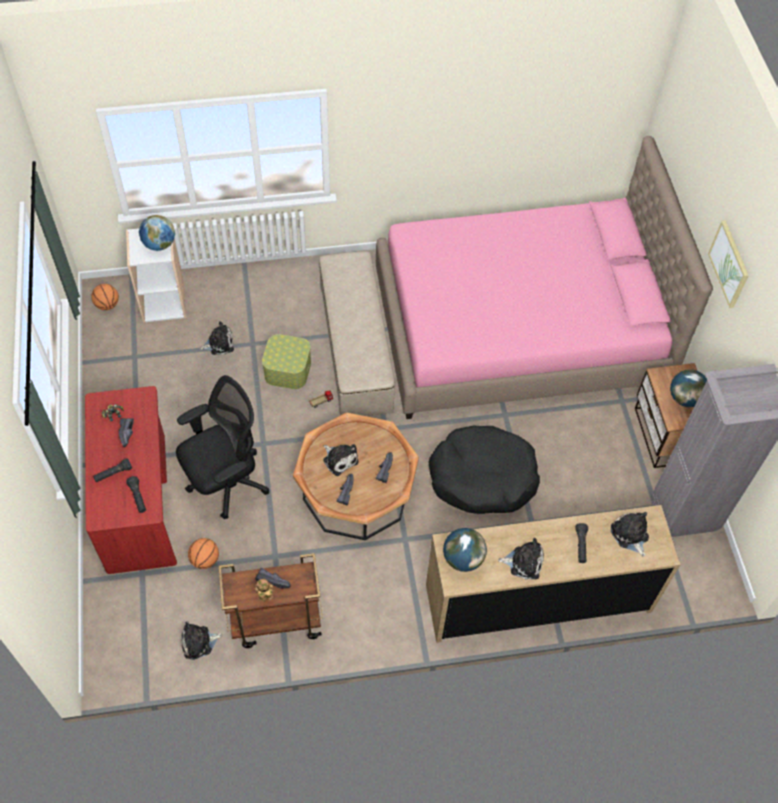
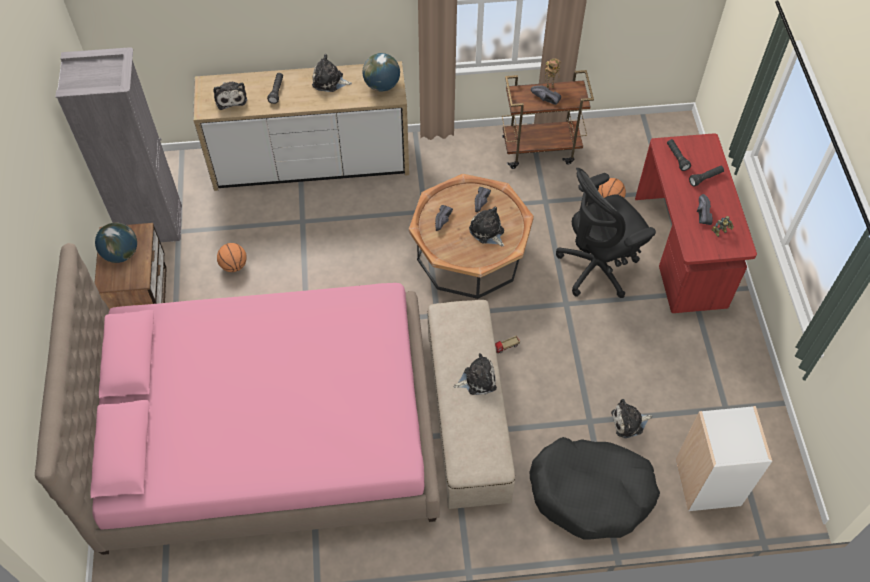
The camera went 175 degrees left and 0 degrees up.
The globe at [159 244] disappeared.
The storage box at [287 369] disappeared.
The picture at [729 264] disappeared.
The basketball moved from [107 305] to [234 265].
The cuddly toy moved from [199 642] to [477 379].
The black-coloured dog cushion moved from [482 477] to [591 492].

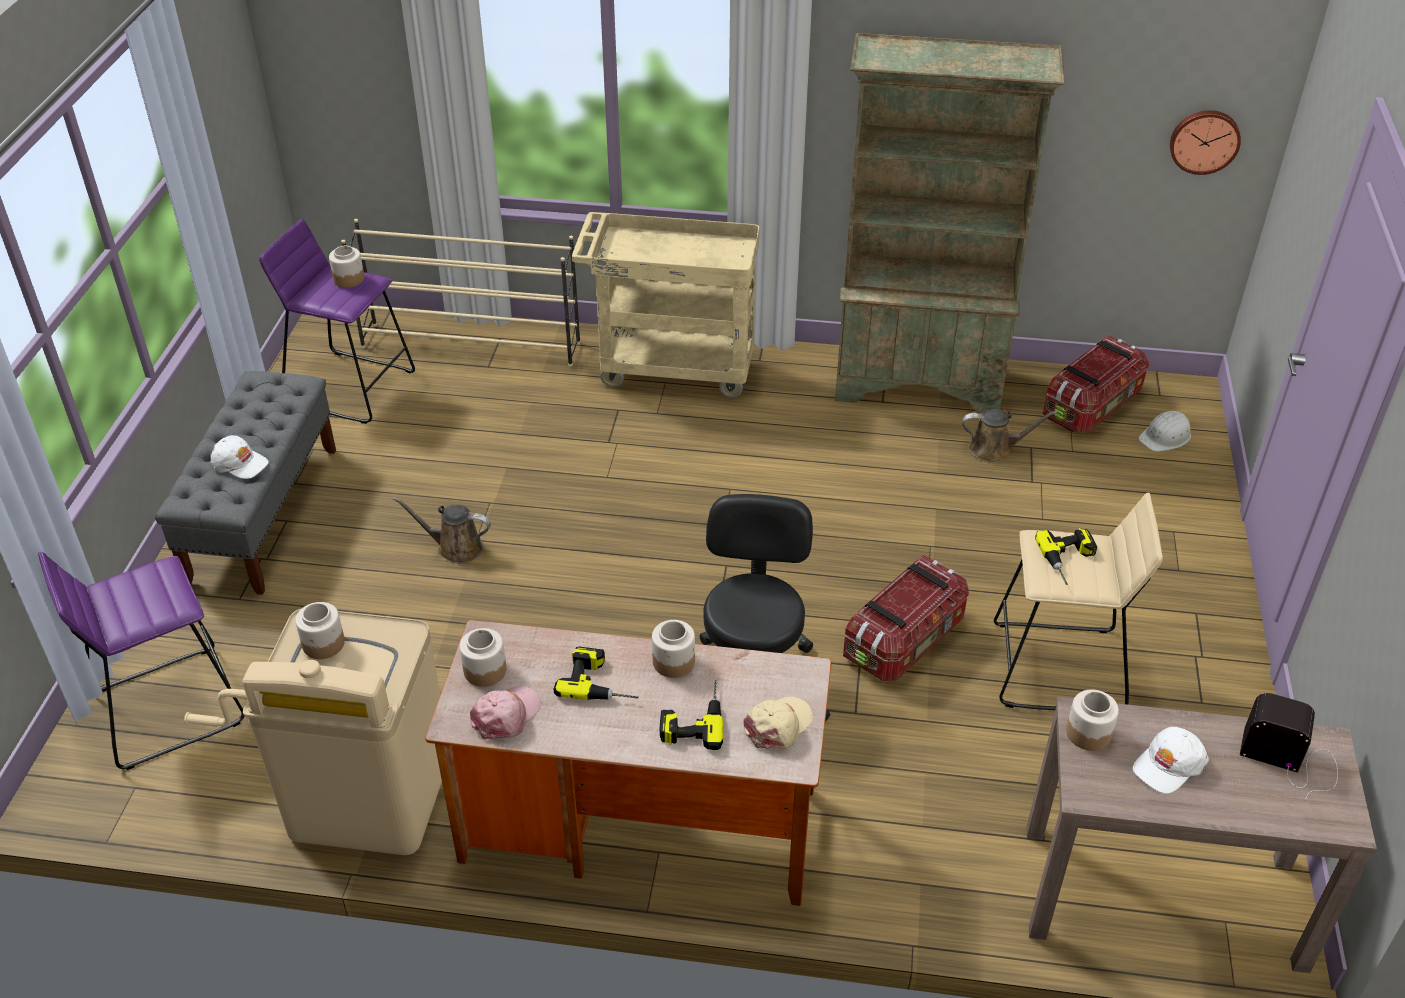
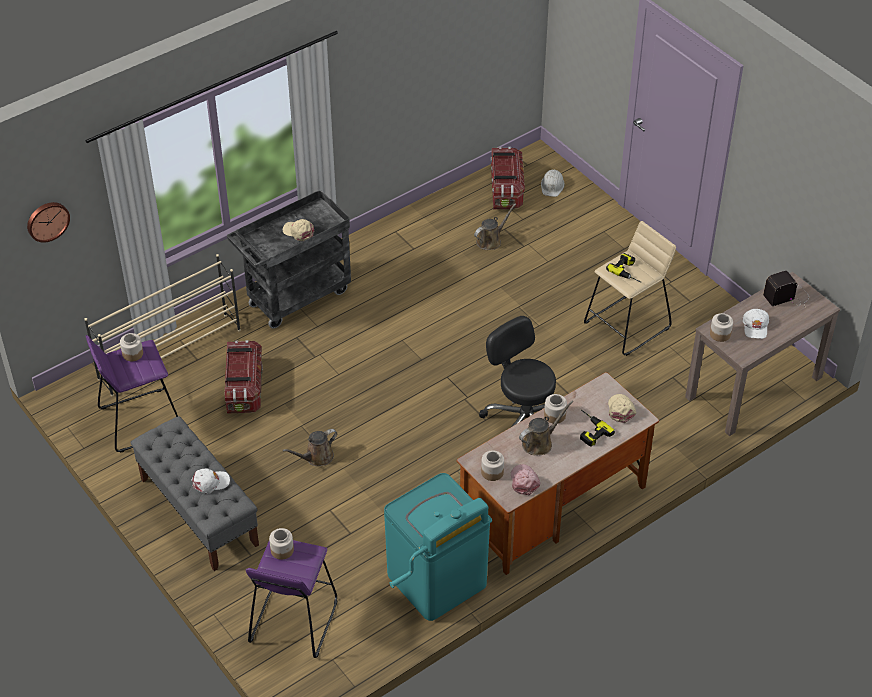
The camera went 45 degrees left and 5 degrees up.
The greenish bookshelf at [918 383] disappeared.
The beige baseball cap at [299 232] appeared.
The jar moved from [323 644] to [282 550].
The storage box moved from [905 640] to [244 388].
The clock on the wall moved from [1204 140] to [47 220].
The electric drill at [601 681] was replaced by the brown watering pot at [539 442].
The beige washing machine at [366 798] became the turquoise washing machine at [435 583].
The beige trolley at [669 373] became the black-coloured trolley at [295 301].

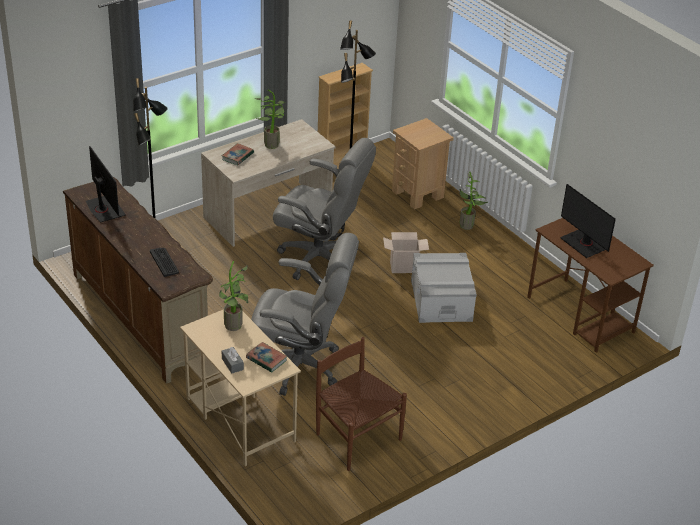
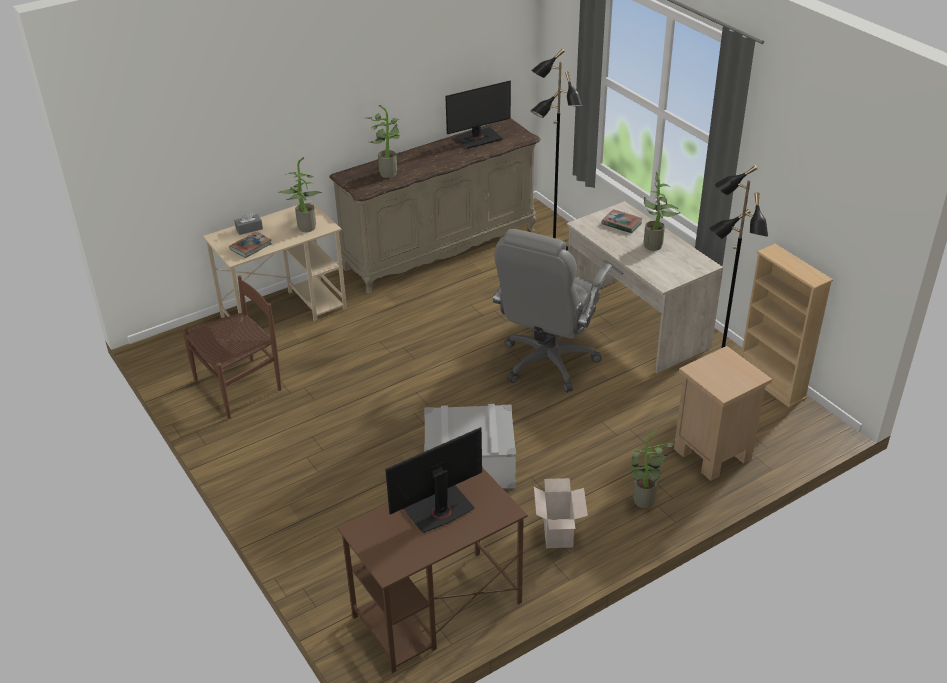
The camera went 95 degrees right and 0 degrees up.
The greyish computer chair at [301 367] disappeared.
The cardboard box moved from [404 266] to [559 534].
The computer keyboard at [164 262] was replaced by the potted plant at [388 172].

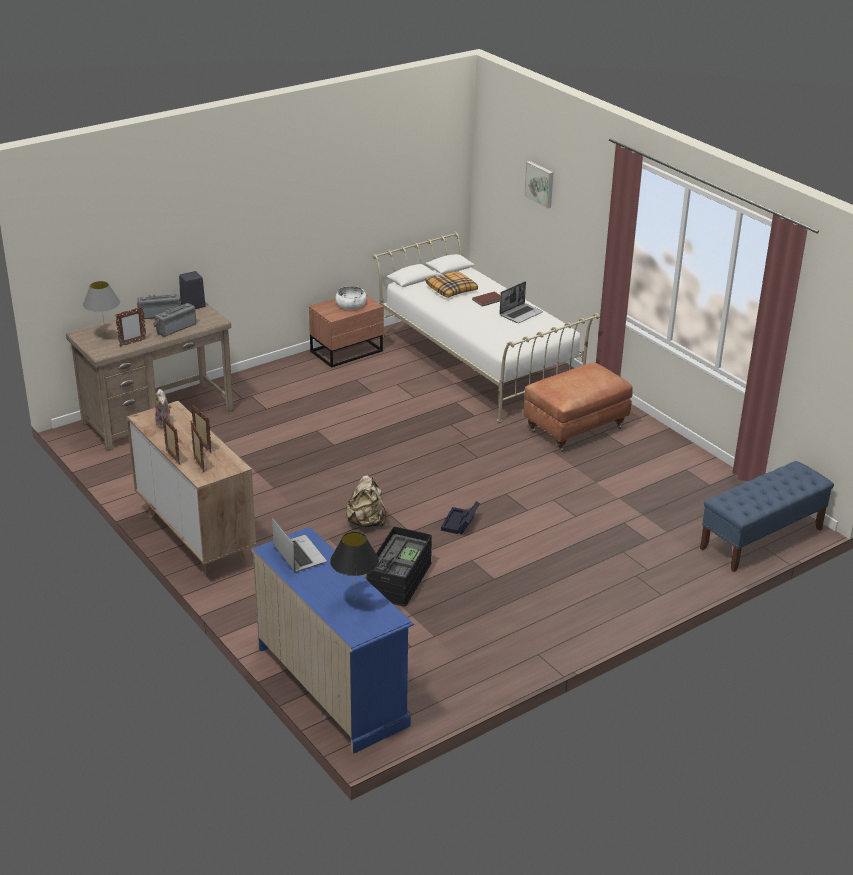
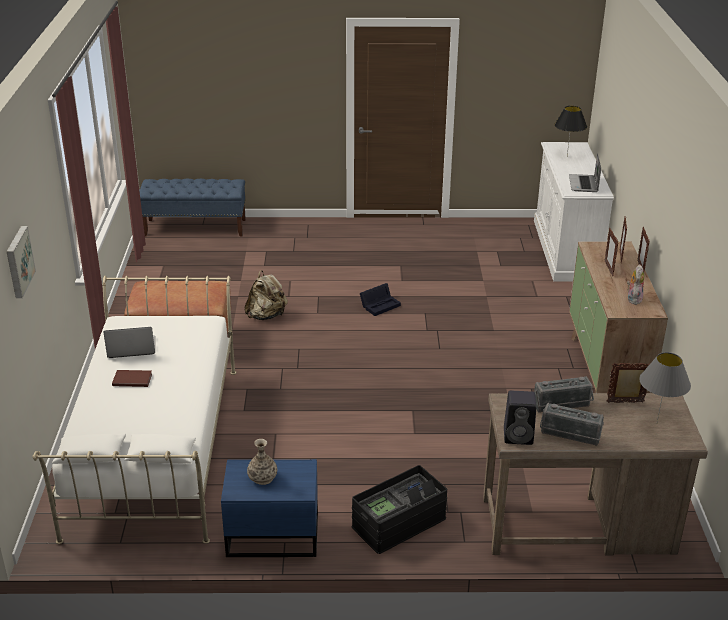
The camera went 145 degrees left and 0 degrees up.
The throw pillow at [451 290] disappeared.
The beige rucksack moved from [366 522] to [266 316].
The black-coloured storage box moved from [400 579] to [398 522].
The whitish serving bowl at [350 305] was replaced by the decorative vase at [263 478].
The blue storage cabinet at [331 685] became the whitish storage cabinet at [565 250].
The brown night table at [348 351] became the blue night table at [271 534].

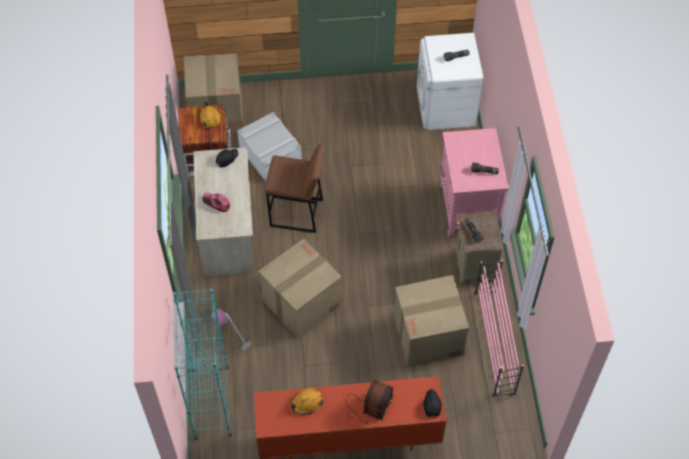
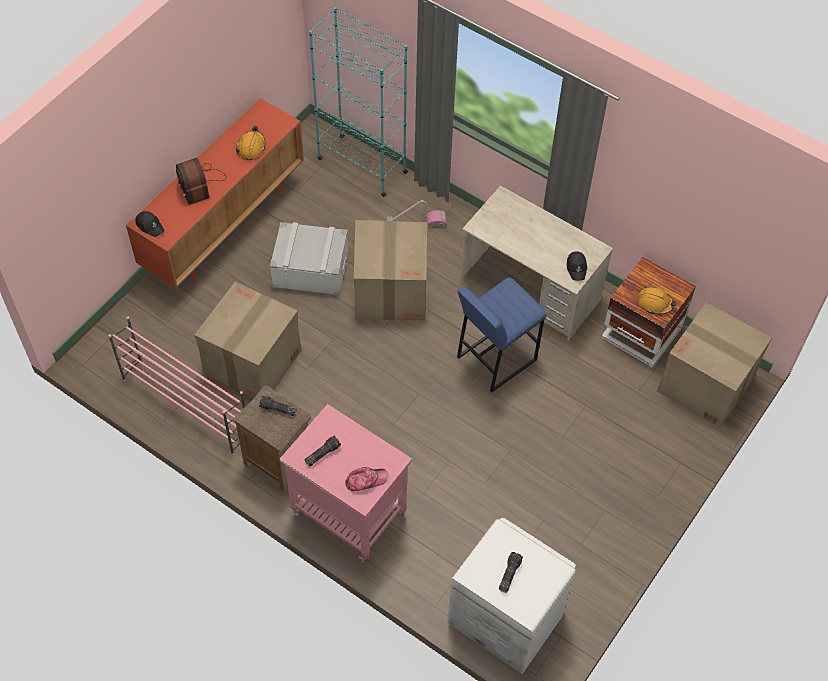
The camera went 130 degrees right and 0 degrees up.
The baseball cap moved from [216 203] to [366 480].
The greyish storage box moved from [270 155] to [311 269].
The brown sitting stool at [298 213] became the blue sitting stool at [495 359].

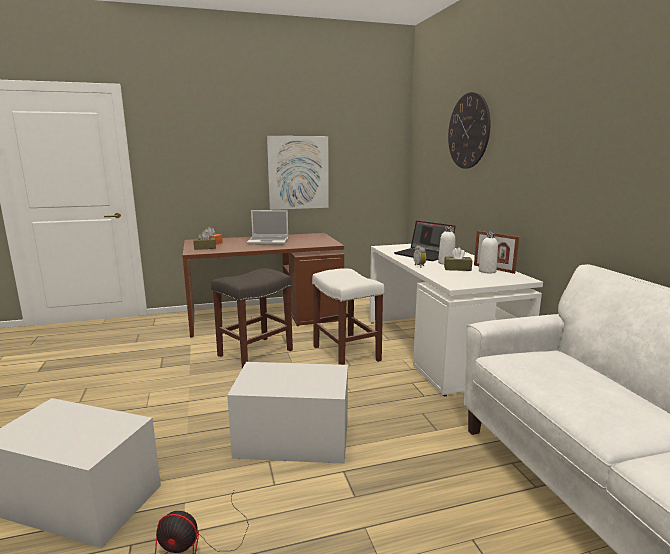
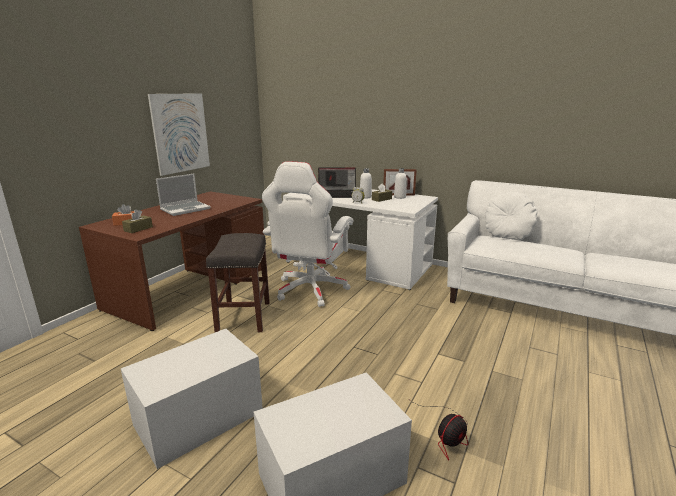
The camera went 45 degrees left and 5 degrees up.
The clock on the wall at [468 131] disappeared.
The whitish throw pillow at [507 237] appeared.
The whitish storage box moved from [292 439] to [198 418].
The whitish sitting stool at [345 353] was replaced by the whitish computer chair at [311 289].

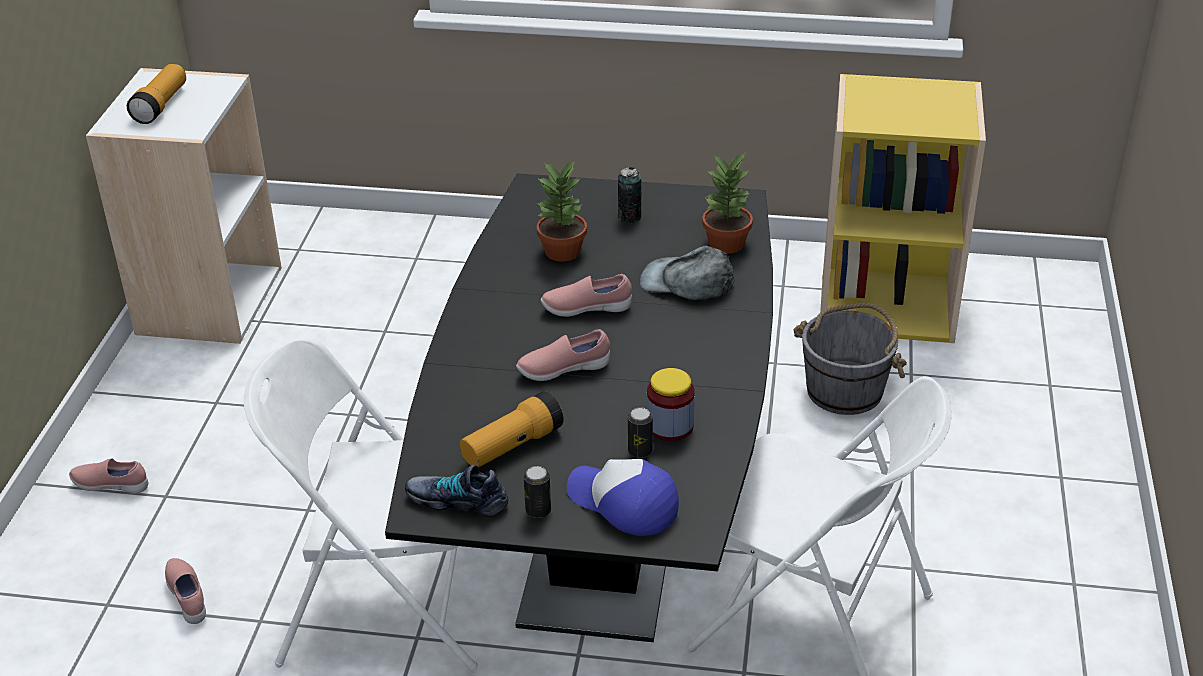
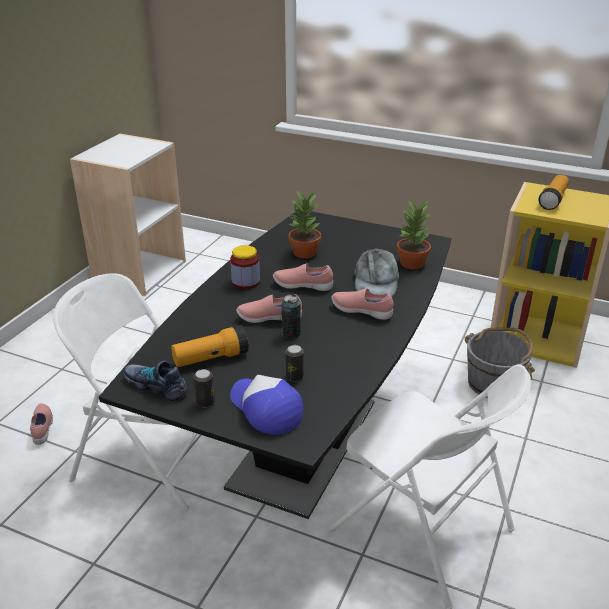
The camera went 15 degrees right and 5 degrees down.
The pink item of footwear moved from [111 485] to [362 311].
The flashlight moved from [161 105] to [553 200].
The can moved from [629 217] to [291 334].
The jar moved from [670 426] to [245 282].
The greyish baseball cap at [687 283] turned 120 degrees counterclockwise.

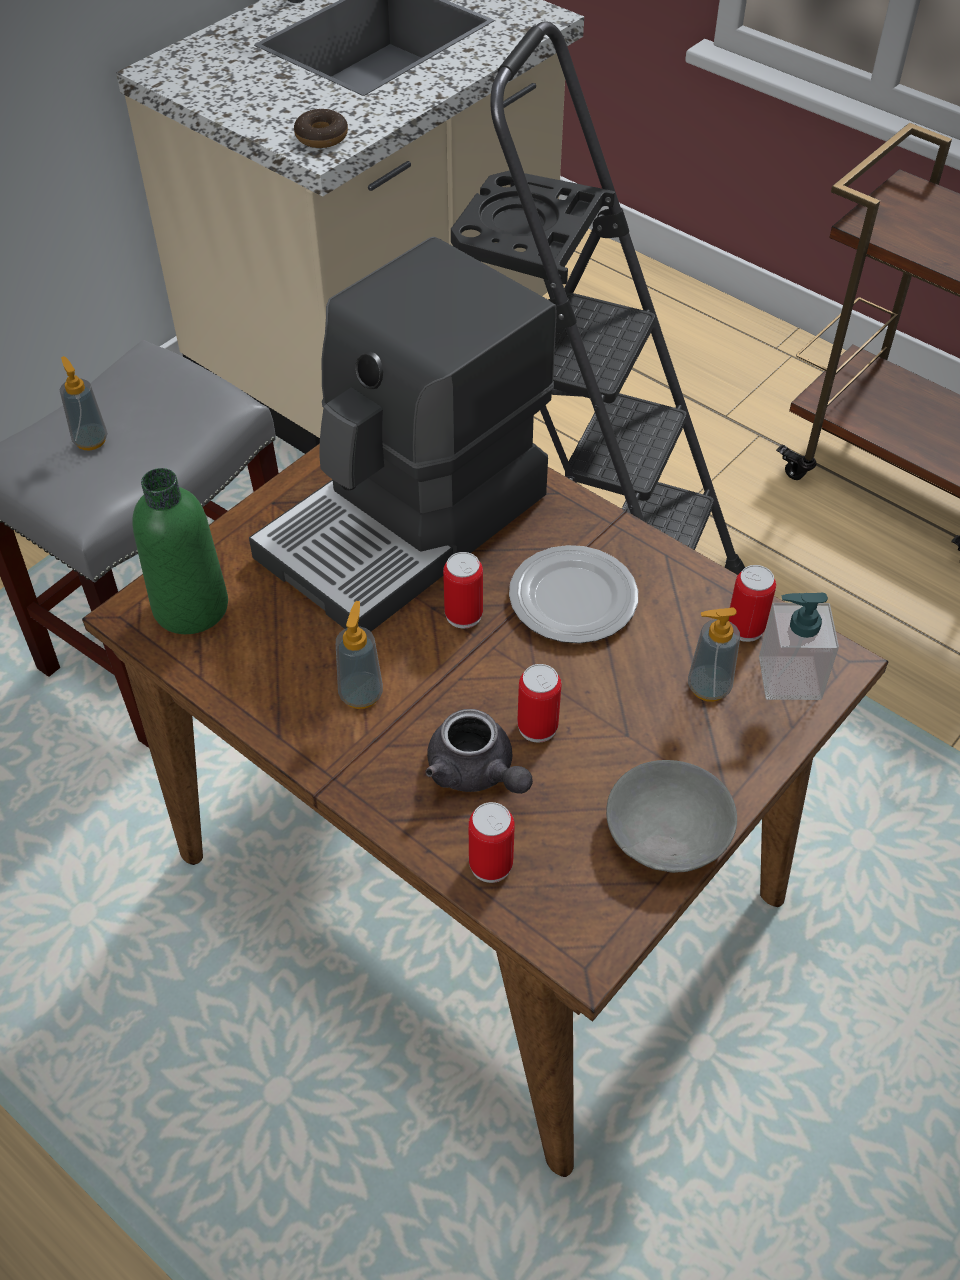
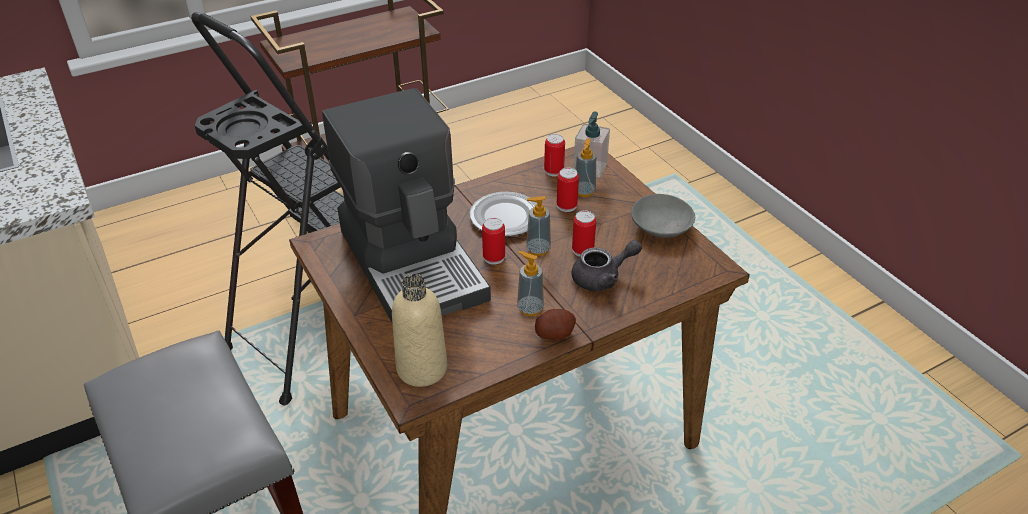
The camera went 70 degrees left and 10 degrees down.
The ring doughnut at [321 137] disappeared.
The potato at [554 333] appeared.
The soap bottle moved from [90 440] to [538 249].
The can moved from [491 864] to [566 206].
The greenish beverage bottle at [191 607] became the beige beverage bottle at [422 368].

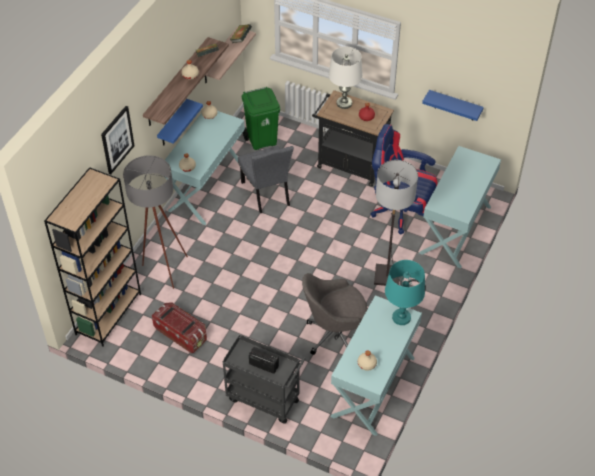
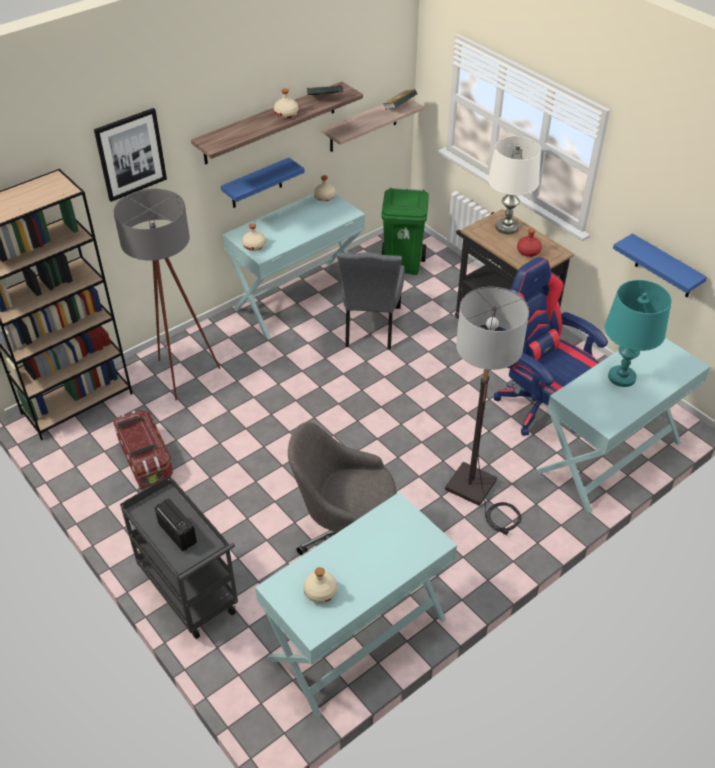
The camera went 25 degrees right and 5 degrees down.
The turquoise table lamp moved from [401 317] to [622 377].

